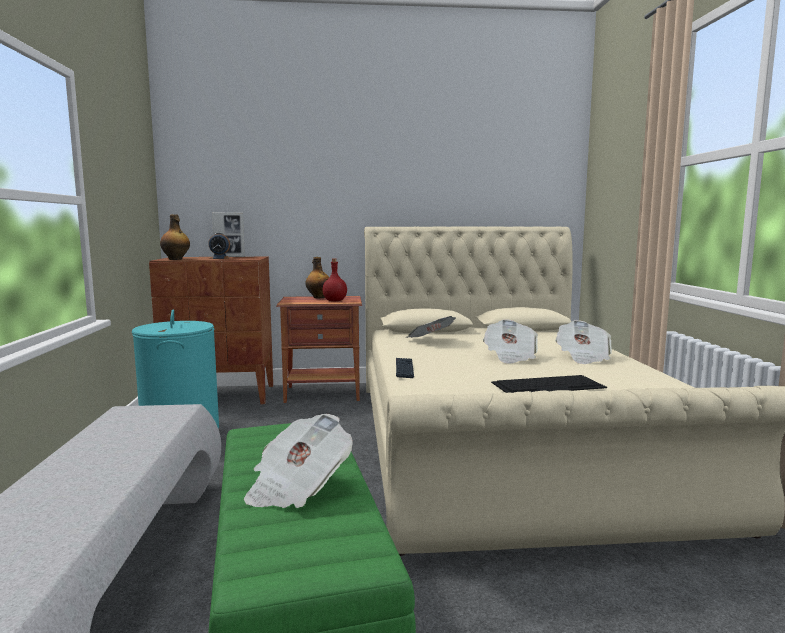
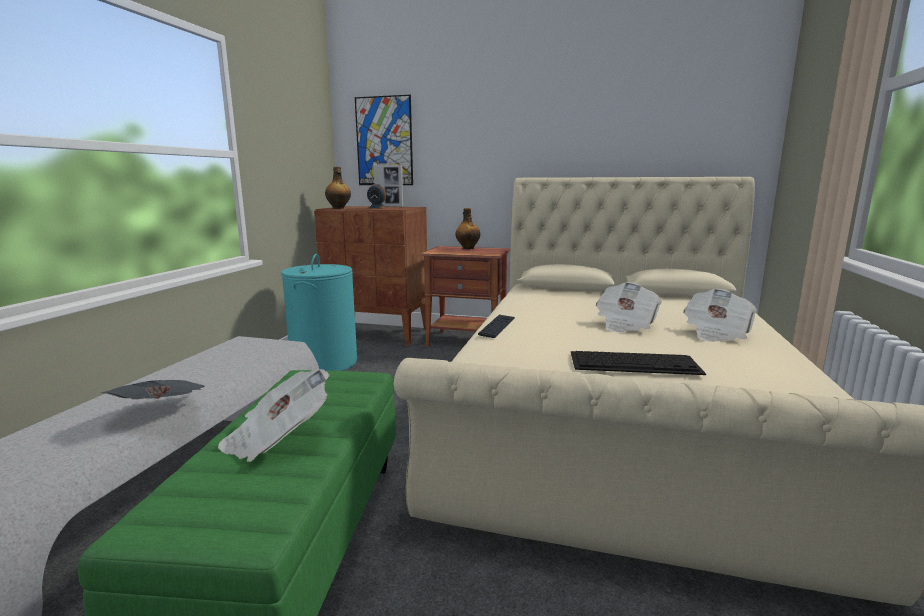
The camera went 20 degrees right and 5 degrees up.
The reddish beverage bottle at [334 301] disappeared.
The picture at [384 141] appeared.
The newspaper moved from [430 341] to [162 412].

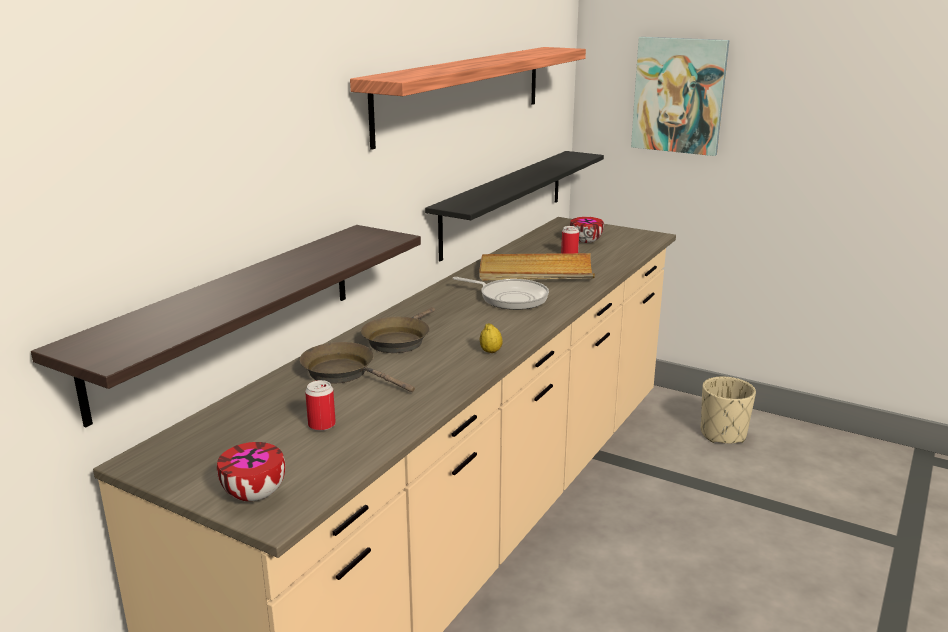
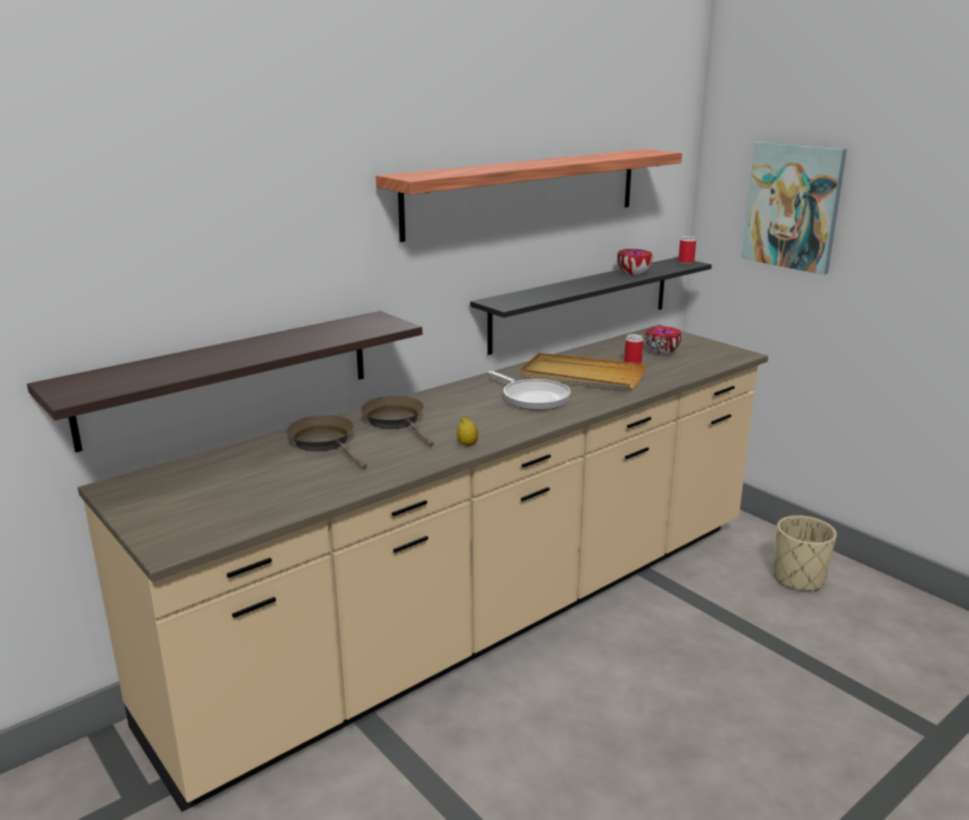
The camera went 20 degrees right and 0 degrees up.
The serving bowl moved from [254 495] to [633 274].
The can moved from [322 425] to [686 262].
The brown skillet at [398 340] turned 105 degrees clockwise.

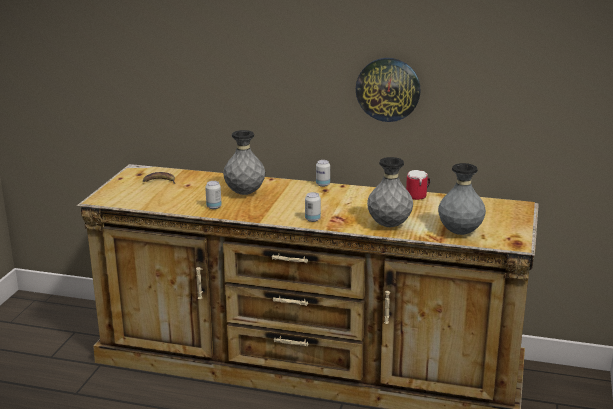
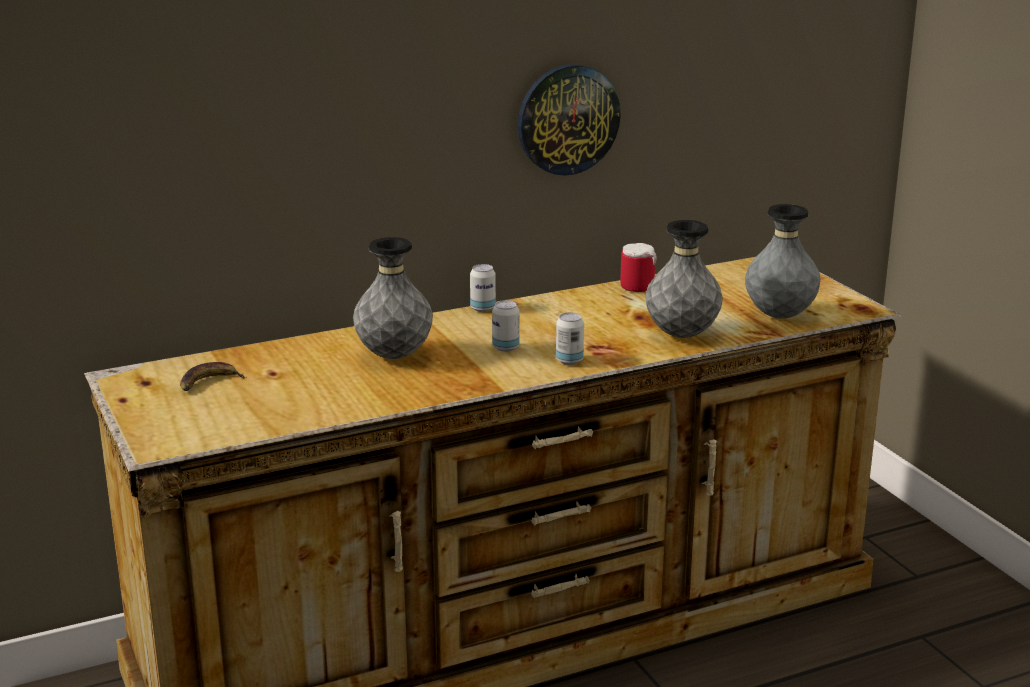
The camera went 40 degrees left and 0 degrees up.
The can moved from [214 207] to [505 347].

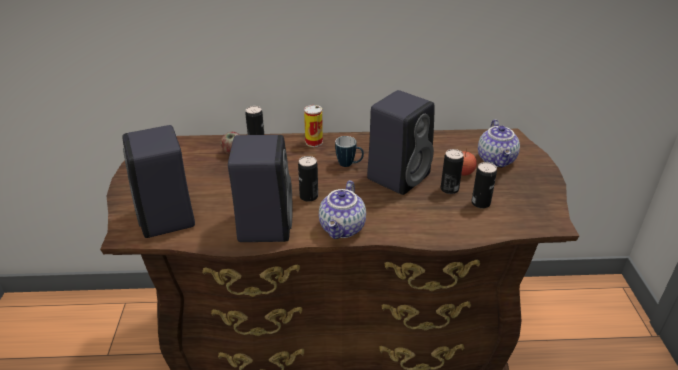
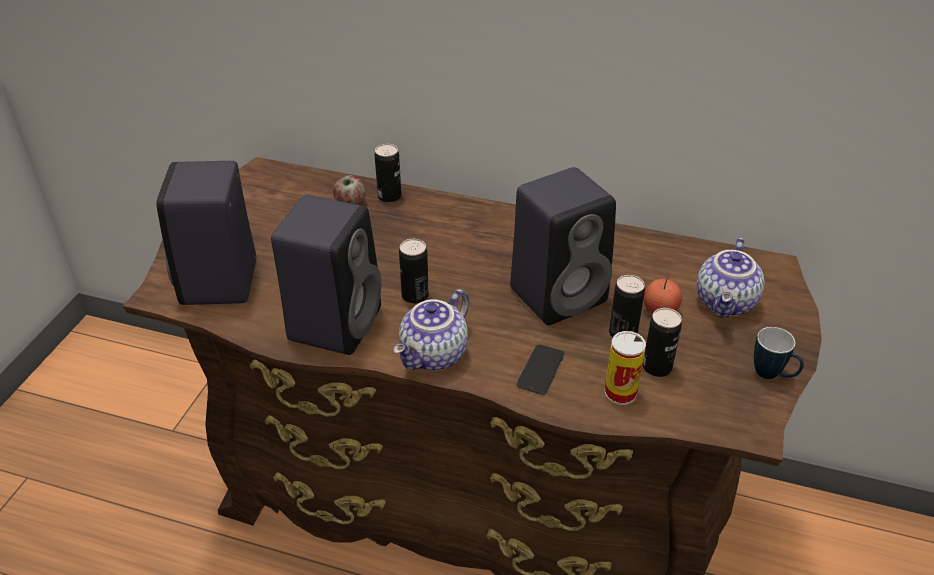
The camera went 20 degrees right and 5 degrees up.
The handset at [540 370] appeared.
The can moved from [314 142] to [620 393].
The tea mug moved from [349 165] to [772 375].

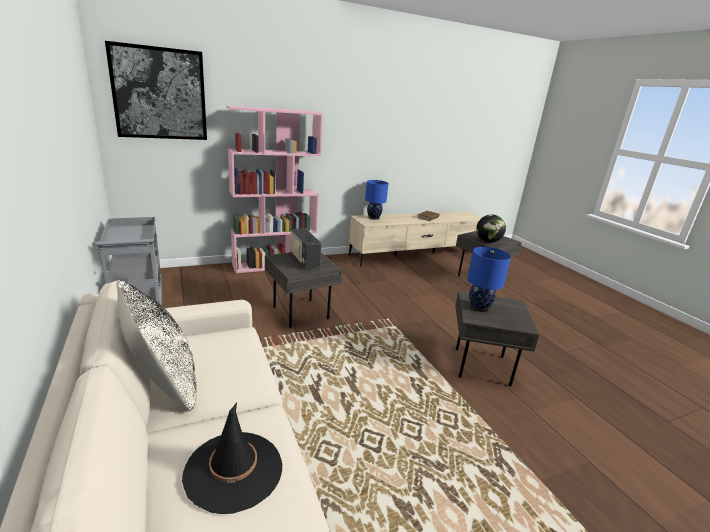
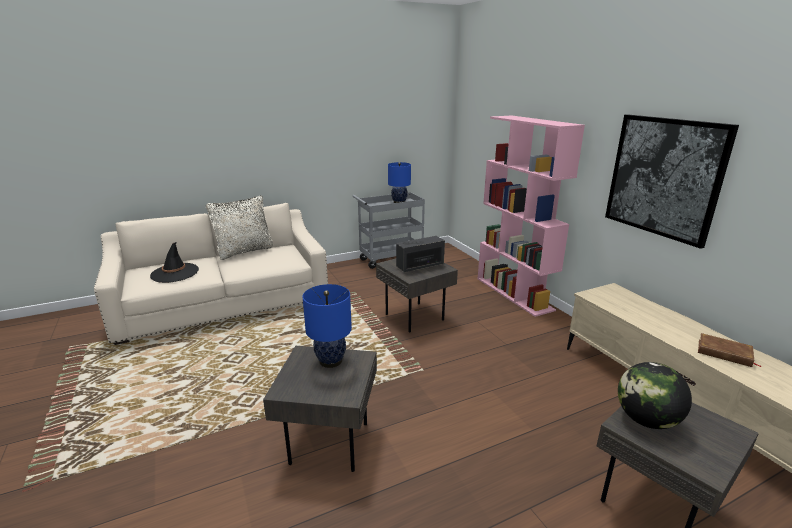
The camera went 90 degrees right and 0 degrees up.
The picture moved from [160 94] to [664 177].
The blue table lamp moved from [374 217] to [399 202].

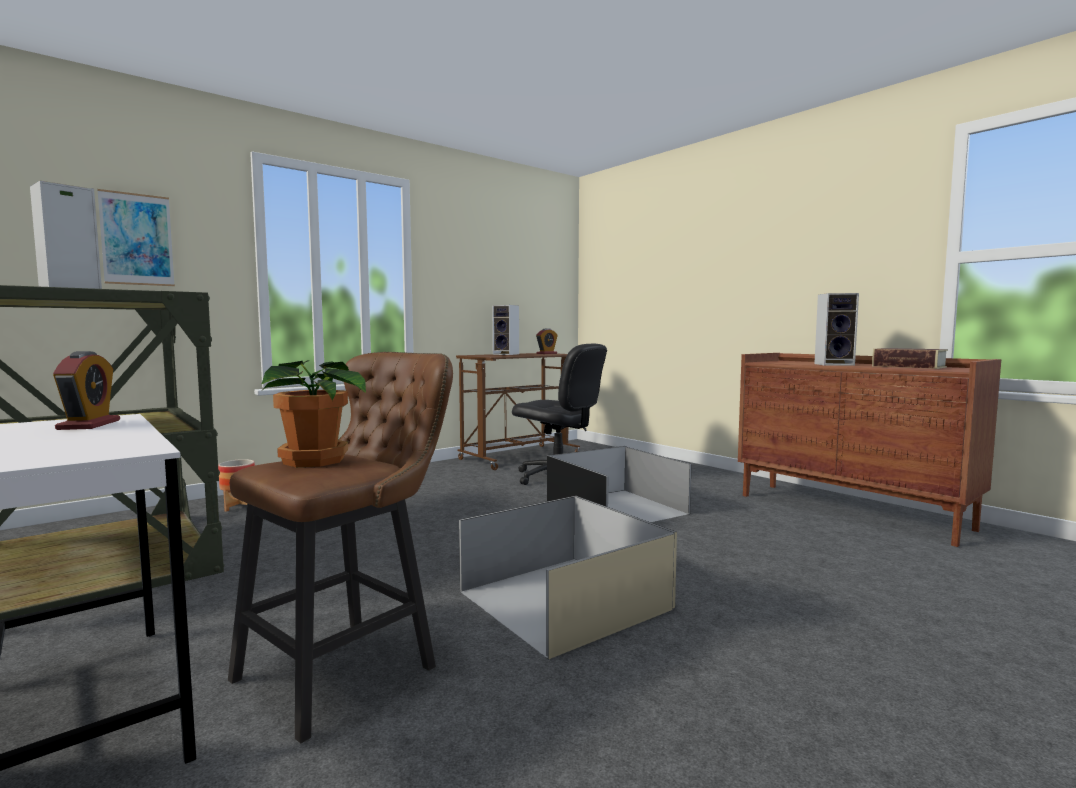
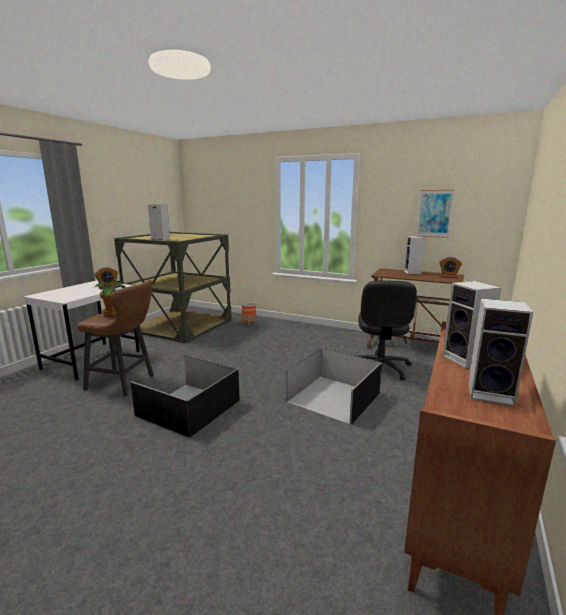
The camera went 65 degrees right and 10 degrees up.
The picture moved from [137 239] to [434 213].
The volume at [908 366] was replaced by the speaker at [492 394].
The beige storage box at [562 599] became the black-coloured storage box at [189 407].

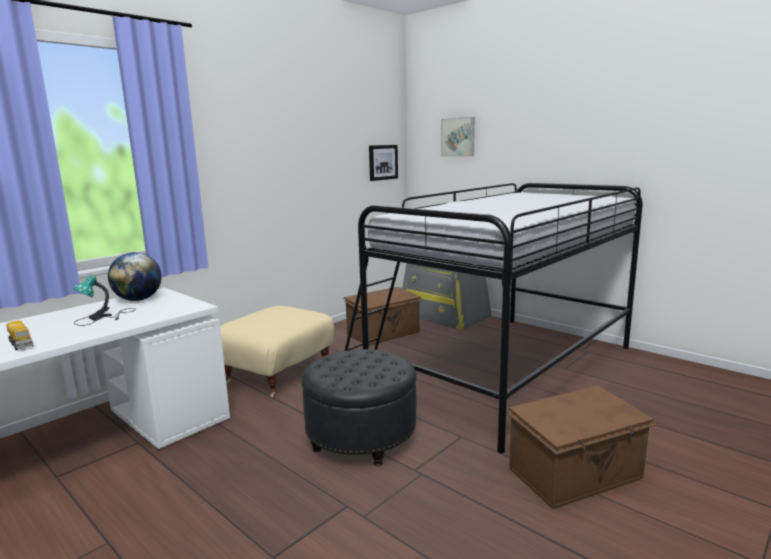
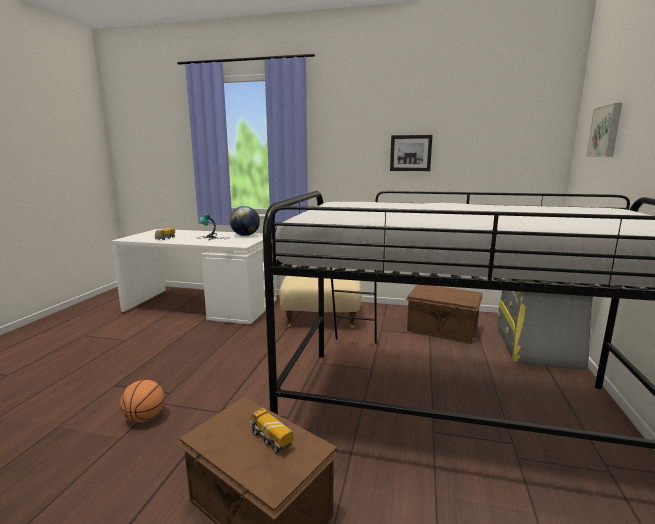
The camera went 60 degrees right and 0 degrees up.
The black-coloured pouffe at [361 438] disappeared.
The basketball at [145 418] appeared.
The model truck at [270 439] appeared.
The picture moved from [382 162] to [410 153].

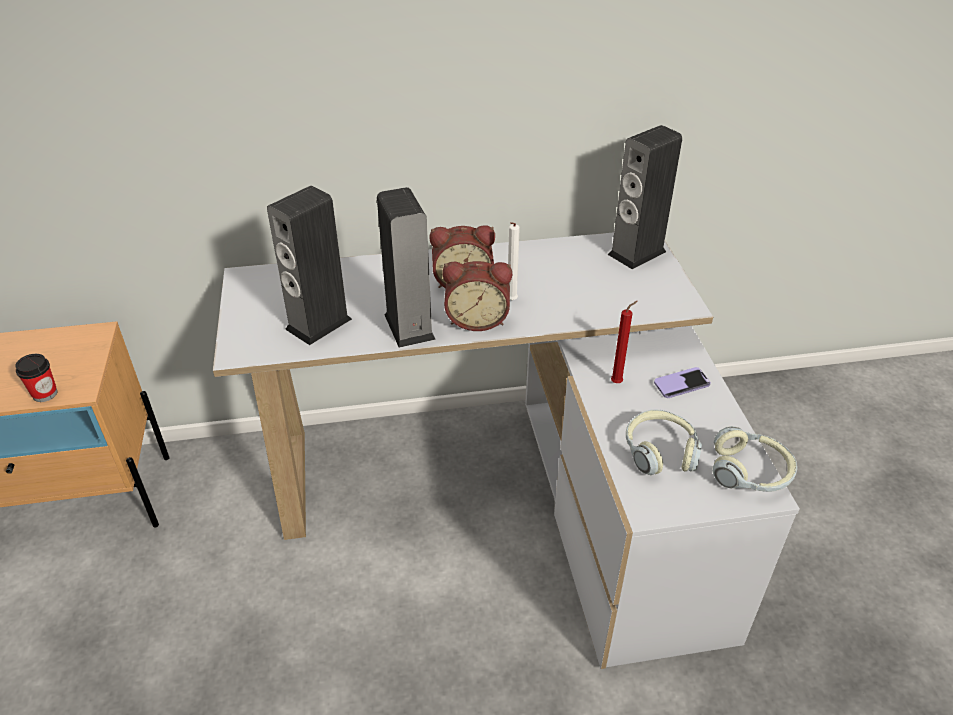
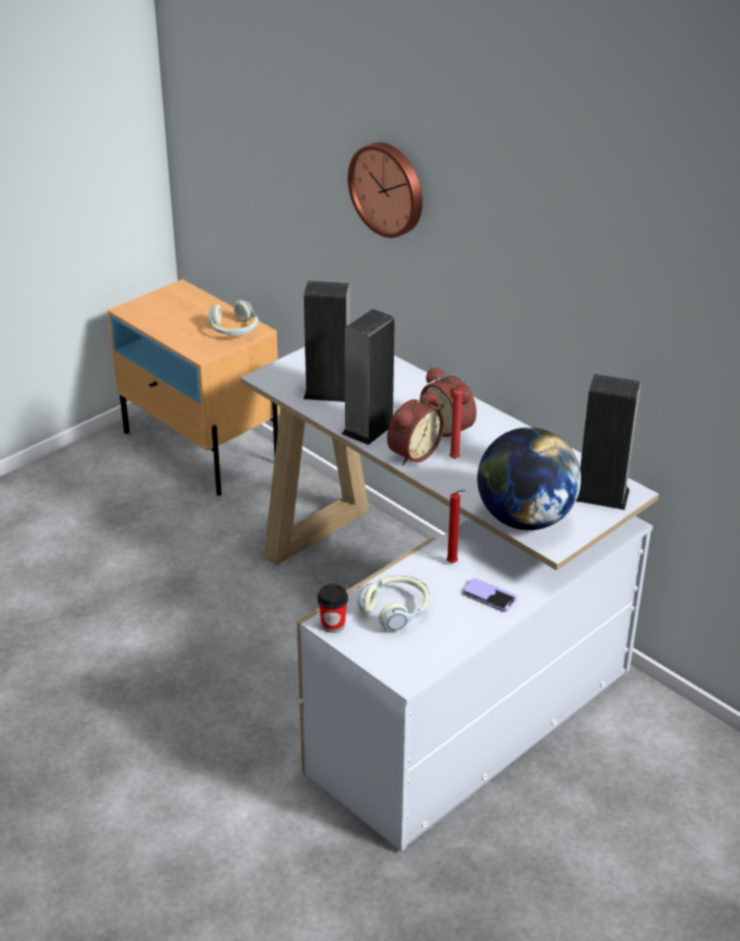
The camera went 55 degrees right and 5 degrees down.
The clock on the wall at [388 188] appeared.
The globe at [525 519] appeared.
The cup moved from [45 394] to [333 625].
The pair of headphones moved from [750 472] to [234 330].
The whitish wax candle at [510 301] became the reddish wax candle at [452 459].
The alarm clock at [477 319] turned 105 degrees counterclockwise.

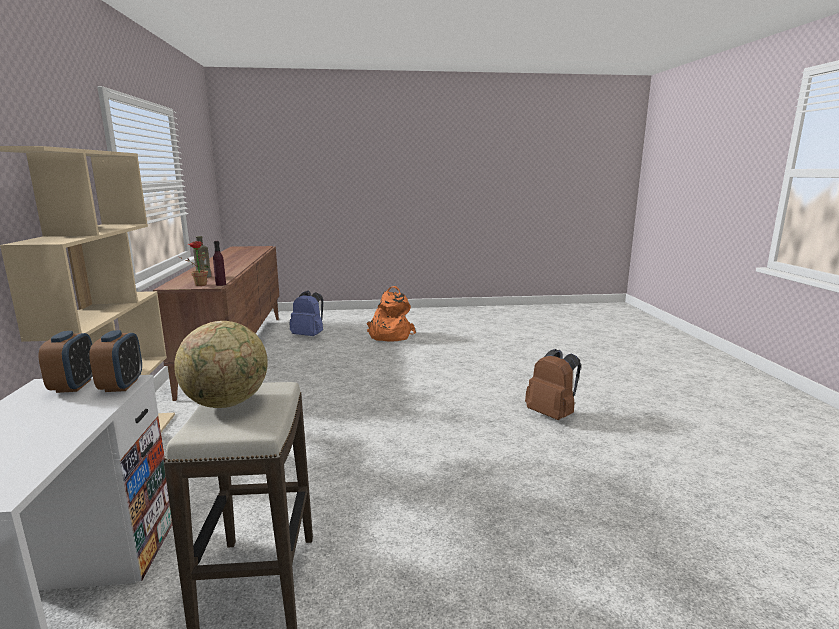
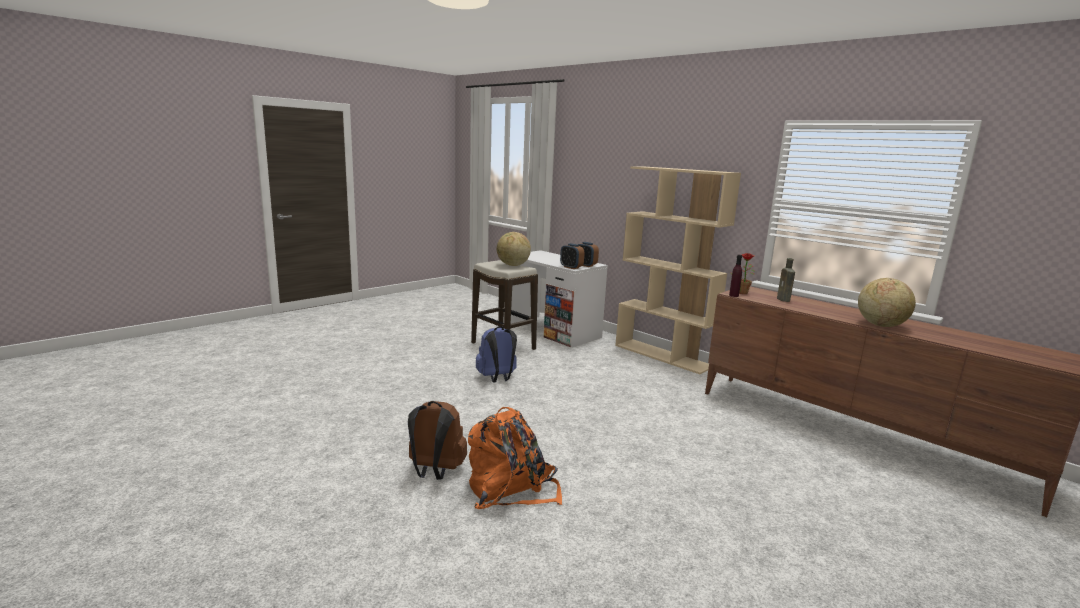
The camera went 140 degrees right and 0 degrees up.
The globe at [880 325] appeared.
The blue rucksack moved from [309 336] to [497 378].
The orangey rucksack moved from [389 335] to [511 489].

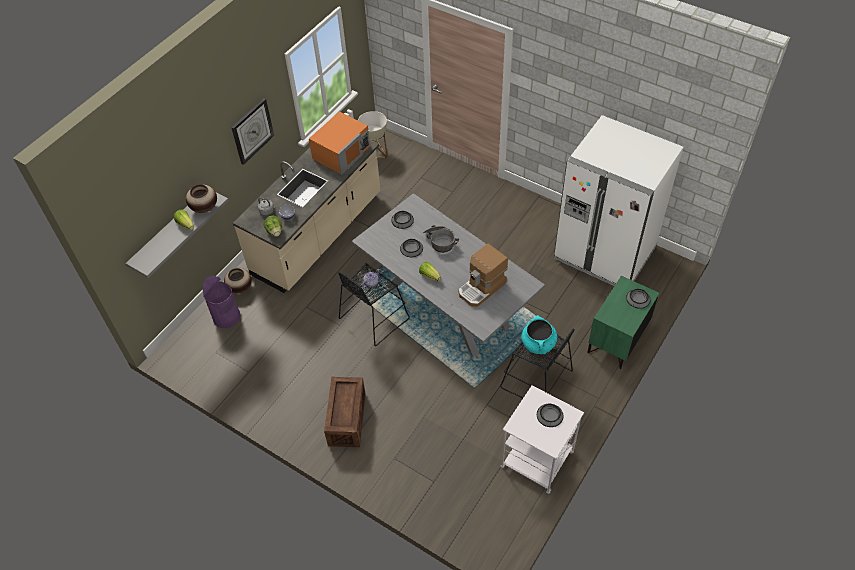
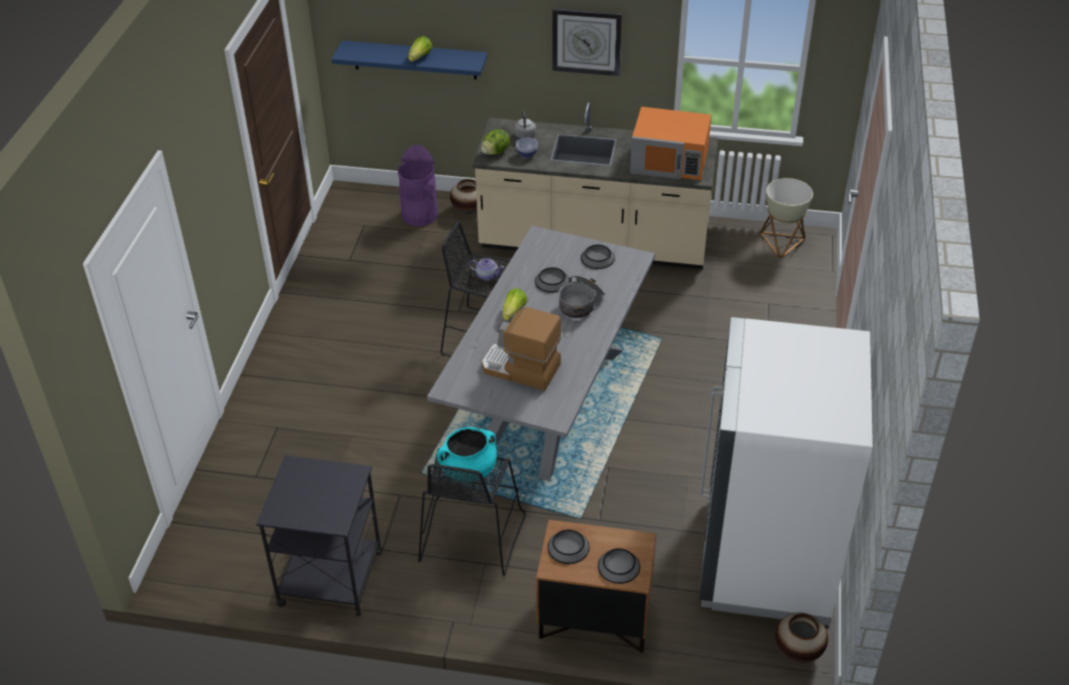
The camera went 65 degrees right and 10 degrees down.
The packing crate at [347 419] disappeared.
The decorative vase moved from [204 208] to [798 651].
The serving bowl moved from [550 415] to [568 547].
The greyish shelf at [170 232] became the blue shelf at [415 60].
The whitish trolley at [537 460] became the black-coloured trolley at [329 577].
The greenish night table at [617 340] became the brown night table at [594 620].

